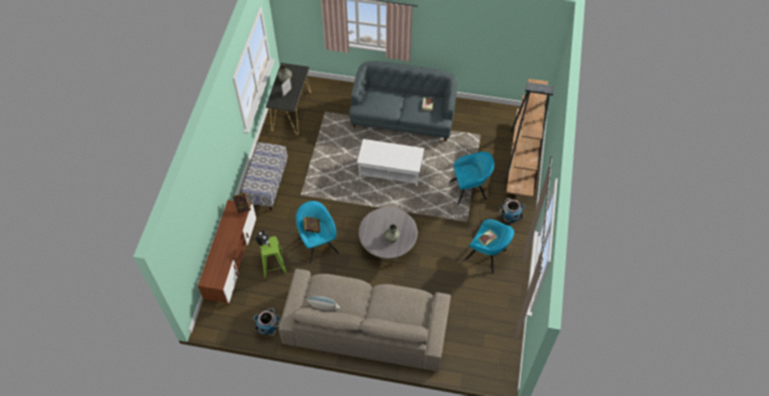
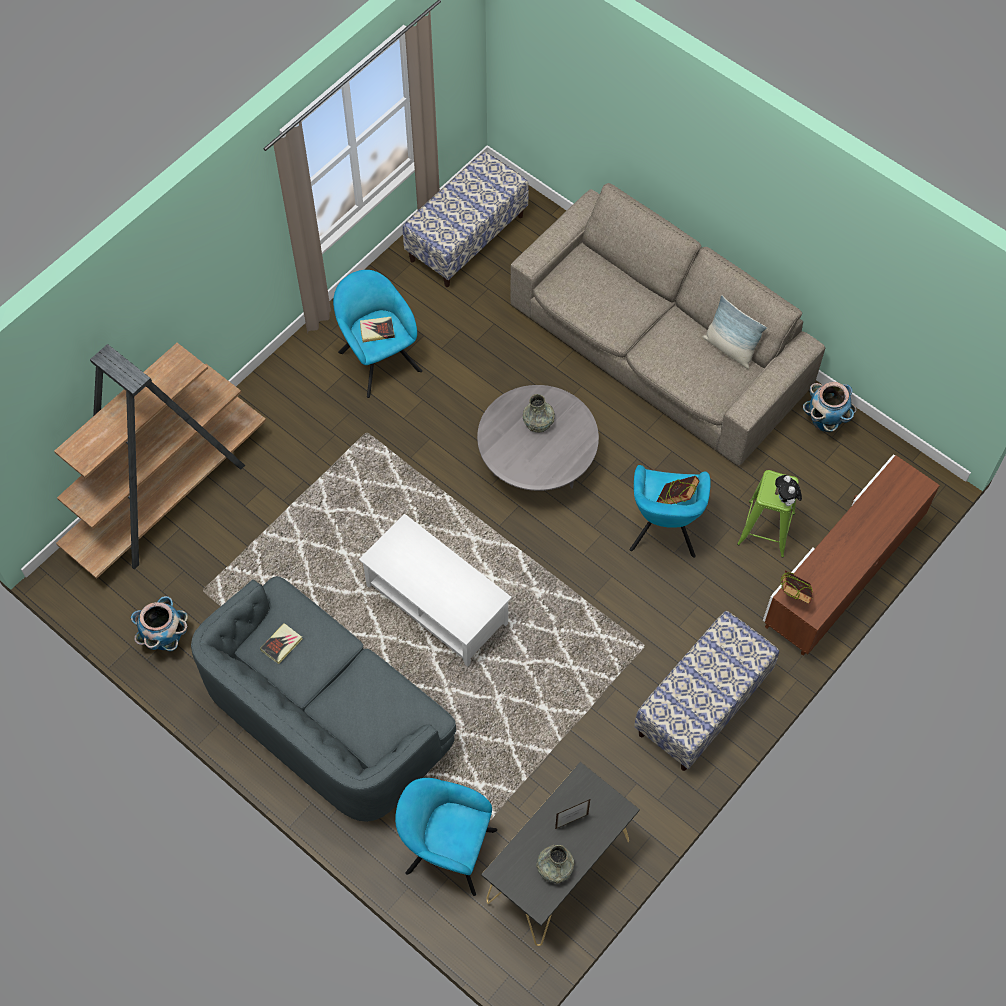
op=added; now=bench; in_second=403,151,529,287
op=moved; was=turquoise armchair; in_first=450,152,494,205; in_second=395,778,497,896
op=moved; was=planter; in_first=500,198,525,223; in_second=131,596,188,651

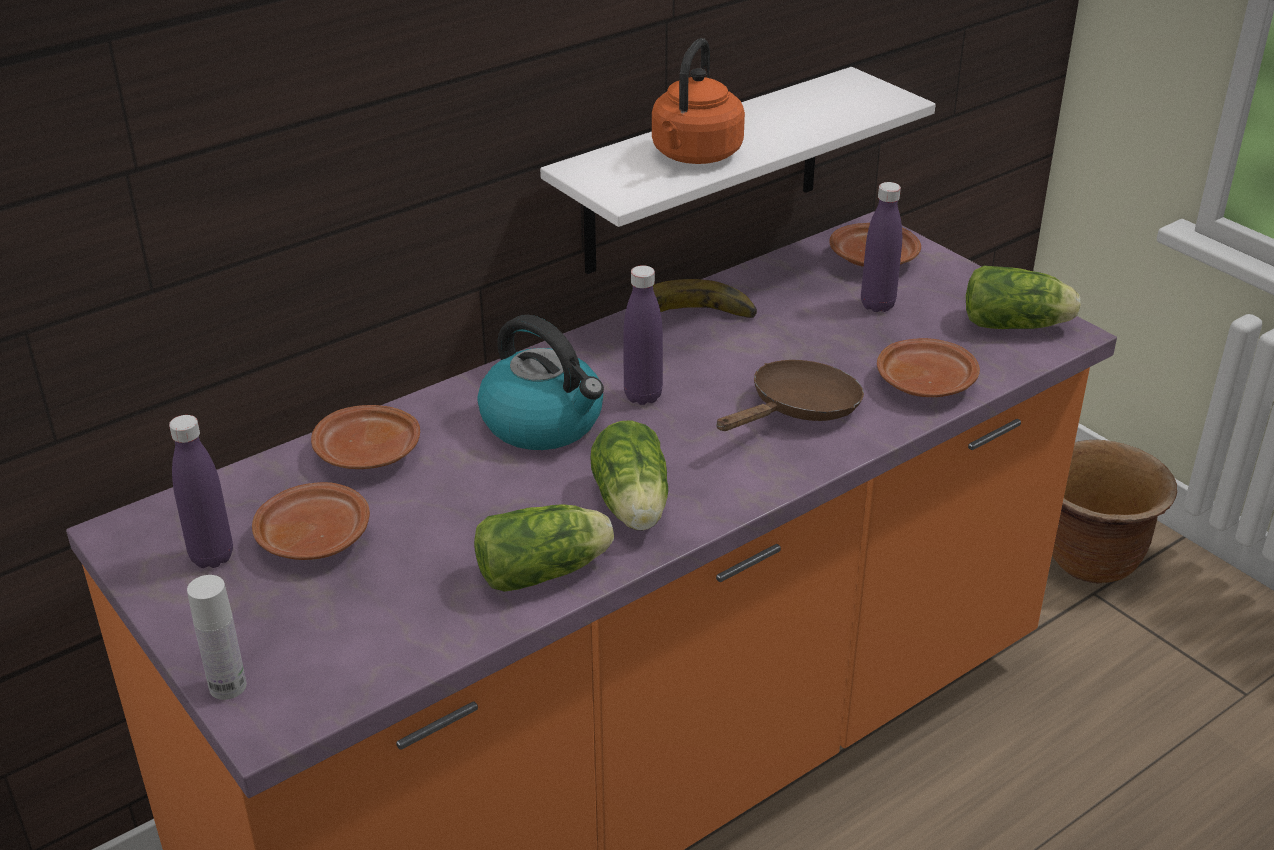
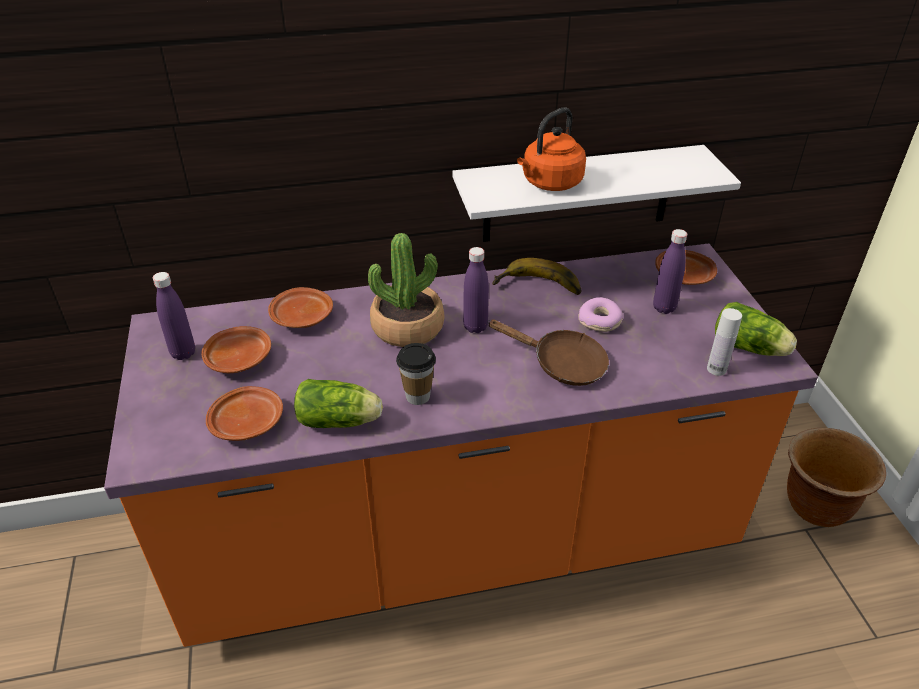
op=added; now=donut; in_second=578,297,623,332
op=moved; was=white bottle; in_first=187,575,247,700; in_second=707,308,742,376
op=moved; was=brown plate; in_first=877,338,980,397; in_second=206,386,283,441
op=replaced; was=kettle; now=potted plant; in_first=478,314,604,450; in_second=368,233,444,347
op=replaced; was=lettuce; now=cup; in_first=590,420,668,530; in_second=396,343,436,405
op=turned; was=brown frying pan; in_first=716,360,864,431; in_second=488,320,609,386; clockwise=45

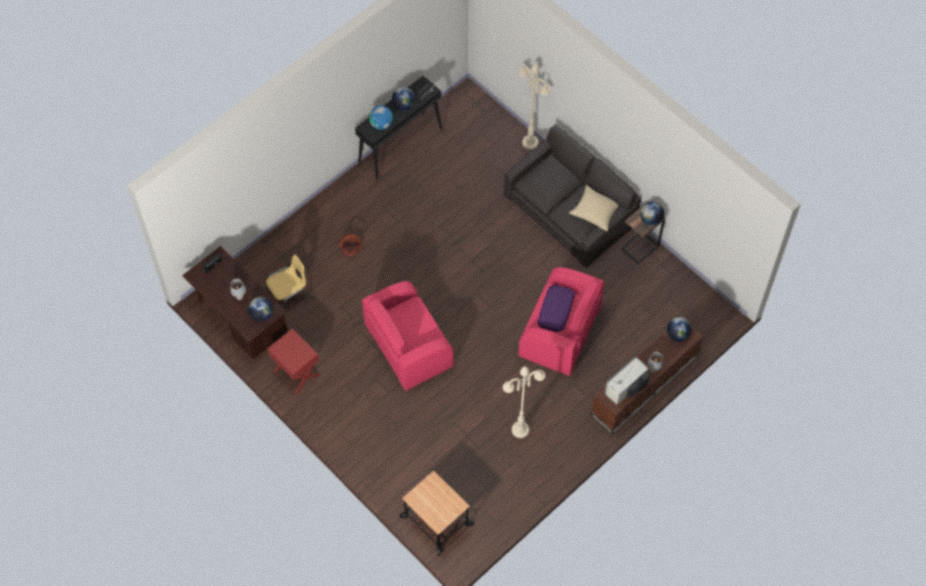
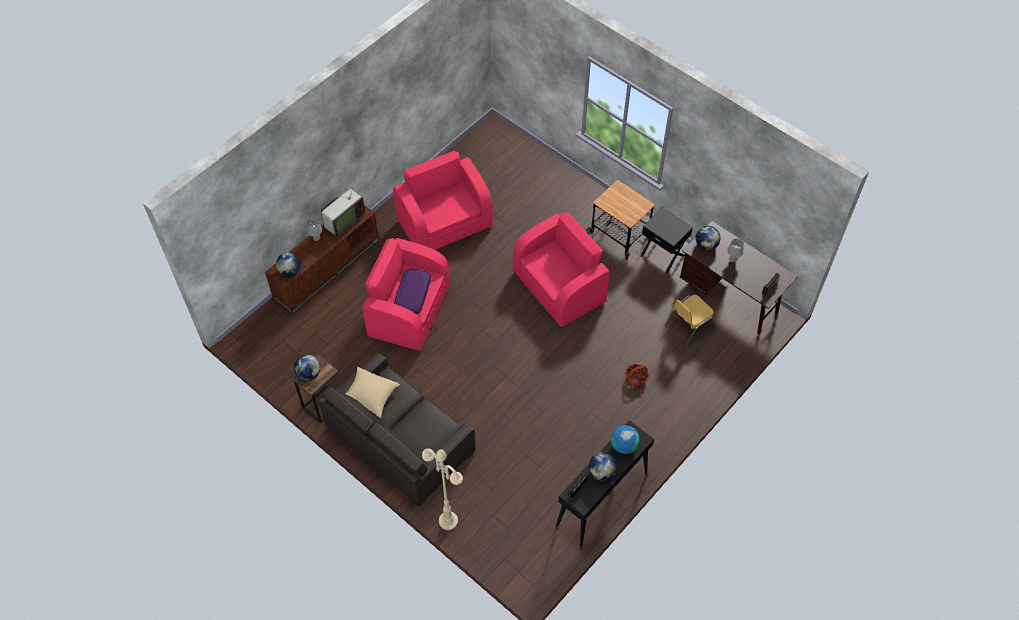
op=moved; was=cart; in_first=400,471,474,556; in_second=586,180,655,259
op=replaced; was=beige floor lamp; now=pink armchair; in_first=503,366,546,438; in_second=393,151,493,250
op=recoloured; was=red nightstand; now=black nightstand; in_first=268,329,320,394; in_second=640,207,693,274

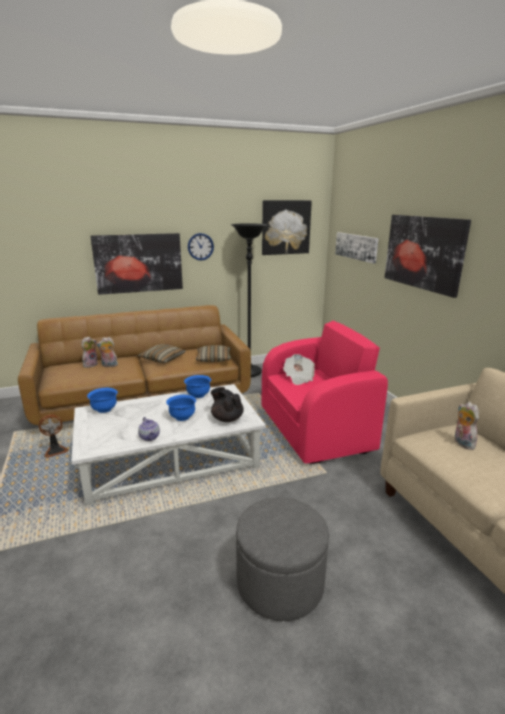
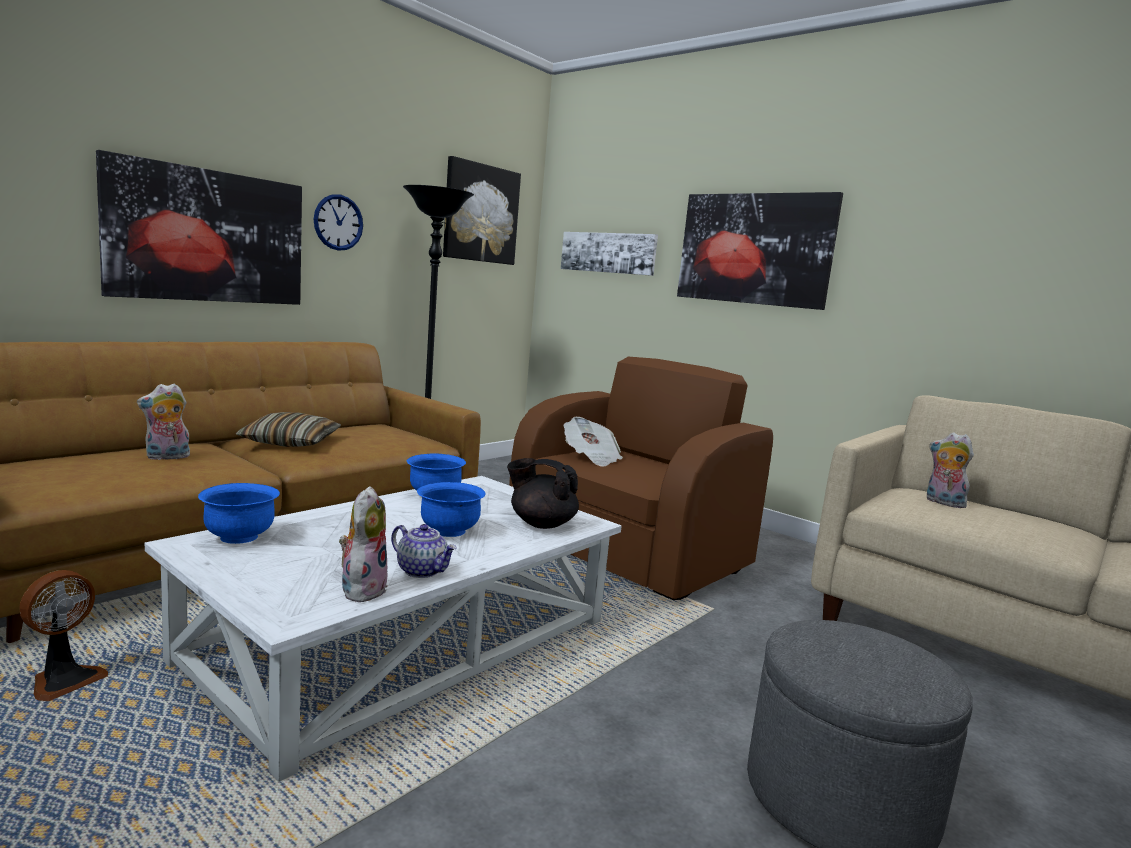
op=removed; was=pillow; in_first=196,345,231,362
op=moved; was=plush toy; in_first=81,336,98,368; in_second=339,486,388,603
op=recoloured; was=pink armchair; now=brown armchair; in_first=261,321,388,464; in_second=509,357,773,600

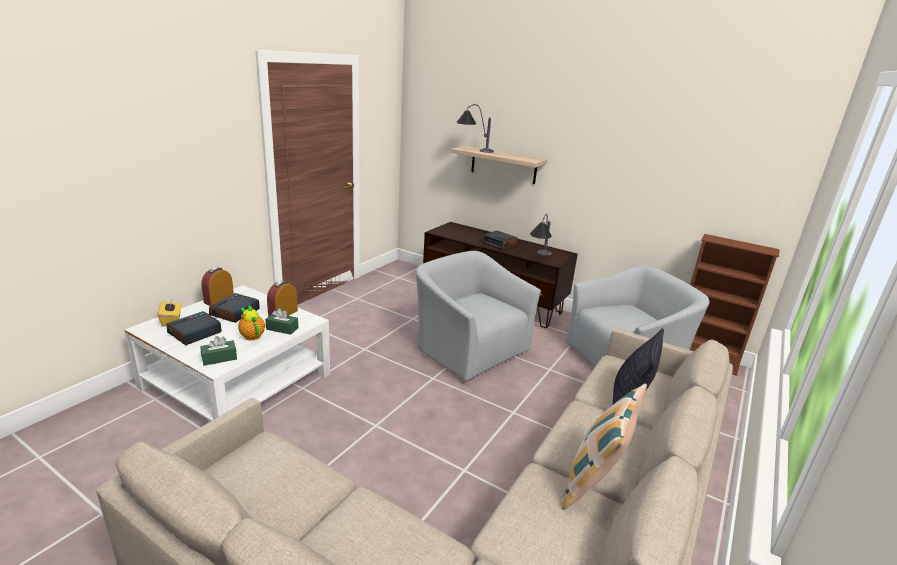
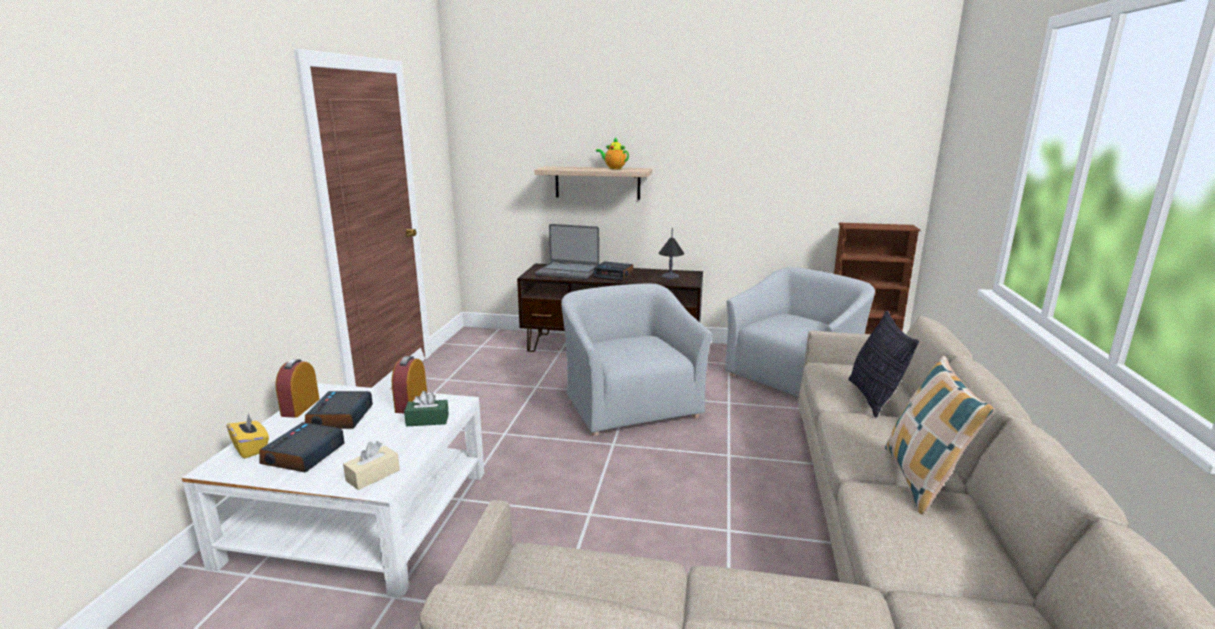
op=removed; was=table lamp; in_first=456,104,494,153
op=added; now=laptop; in_second=535,224,599,279
op=moved; was=teapot; in_first=238,305,265,341; in_second=596,138,629,169
op=recoloured; was=green tissue box; now=beige tissue box; in_first=200,336,237,366; in_second=343,441,400,490
op=turned; was=grey armchair; in_first=416,251,541,383; in_second=561,284,712,436; clockwise=45

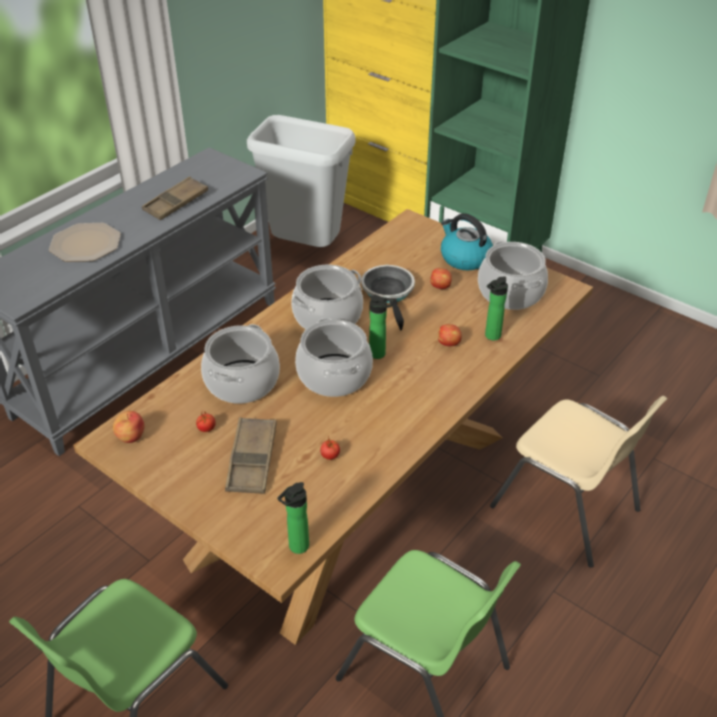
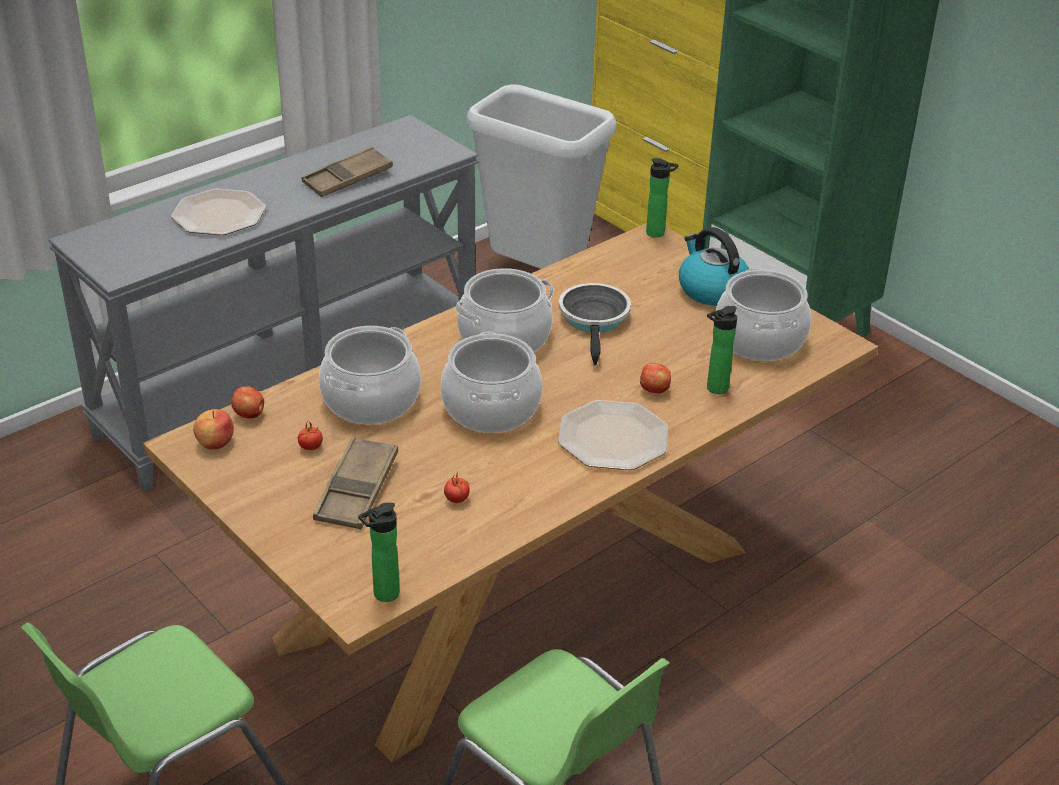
op=removed; was=beige chair; in_first=490,396,668,568
op=added; now=plate; in_second=558,400,669,470
op=moved; was=bottle; in_first=369,295,394,359; in_second=646,158,679,238
op=moved; was=apple; in_first=430,268,452,289; in_second=231,386,264,419

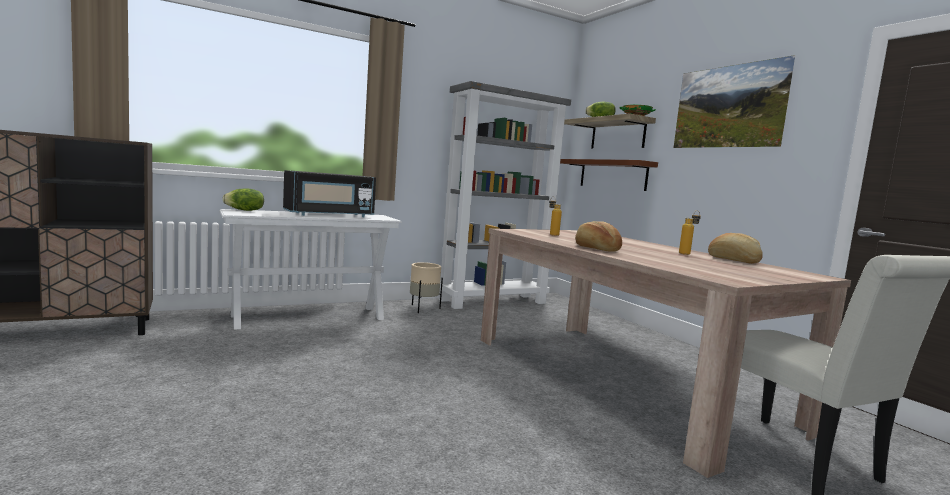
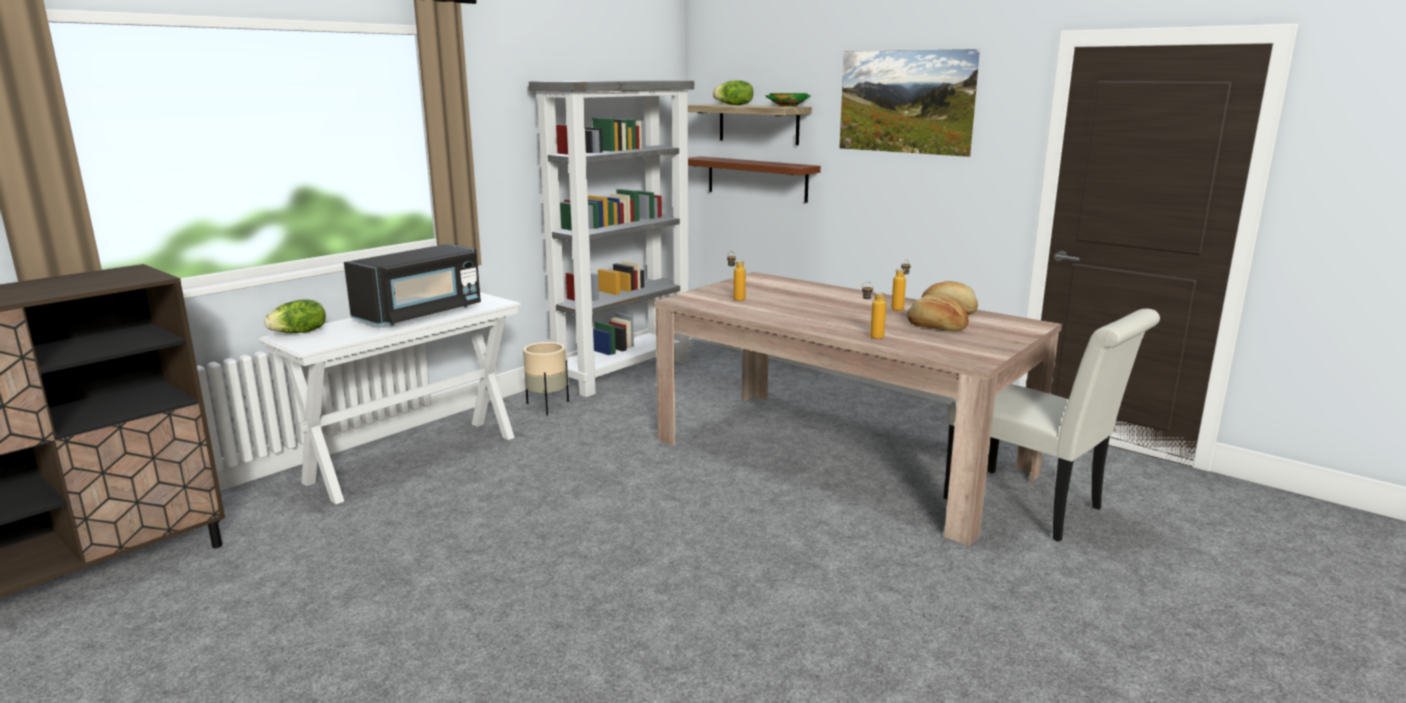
op=added; now=bottle; in_second=862,282,886,339
op=moved; was=bread; in_first=575,221,622,252; in_second=907,294,969,331

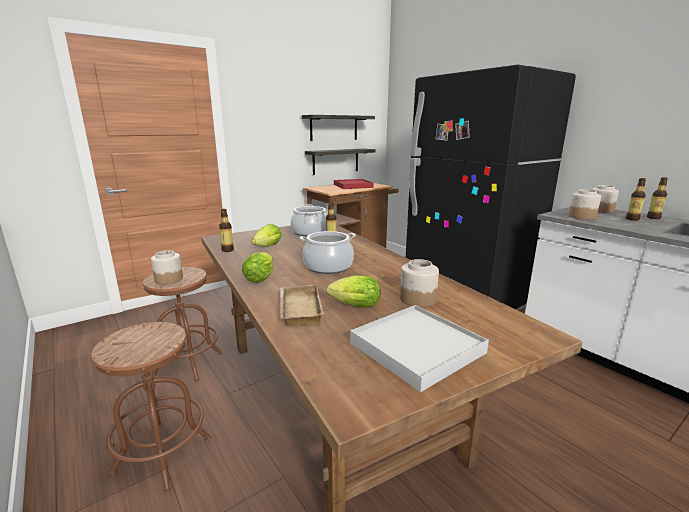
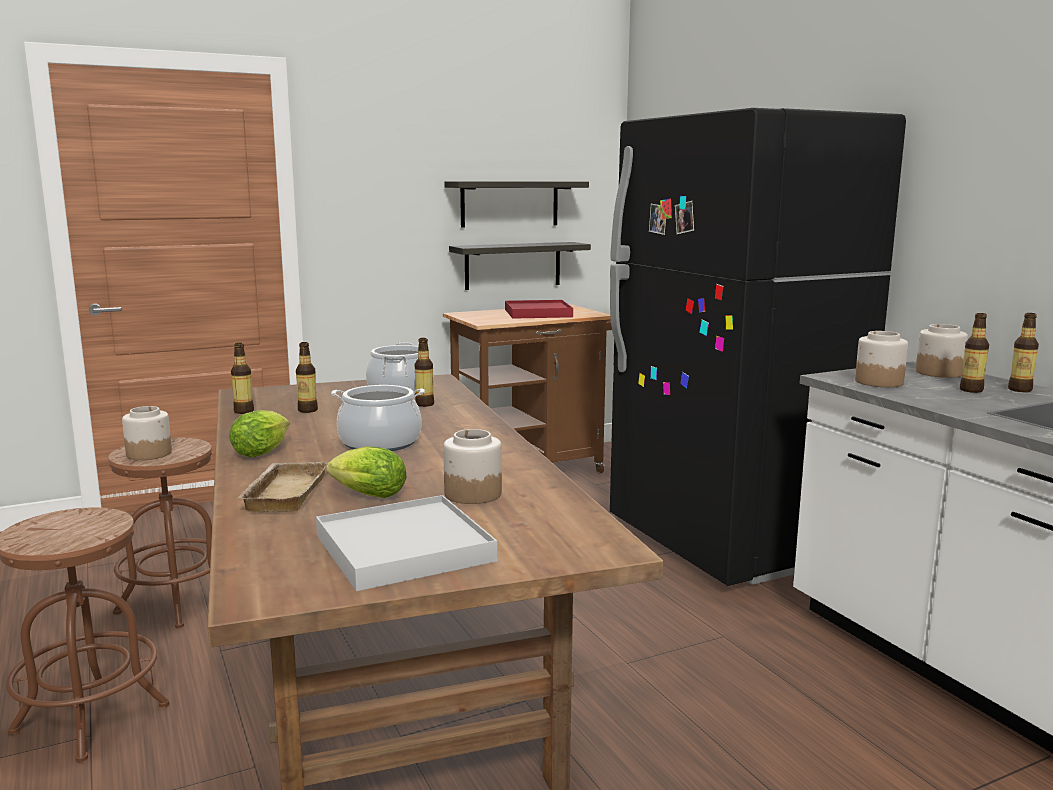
op=replaced; was=lettuce; now=bottle; in_first=252,224,282,247; in_second=296,342,318,413

